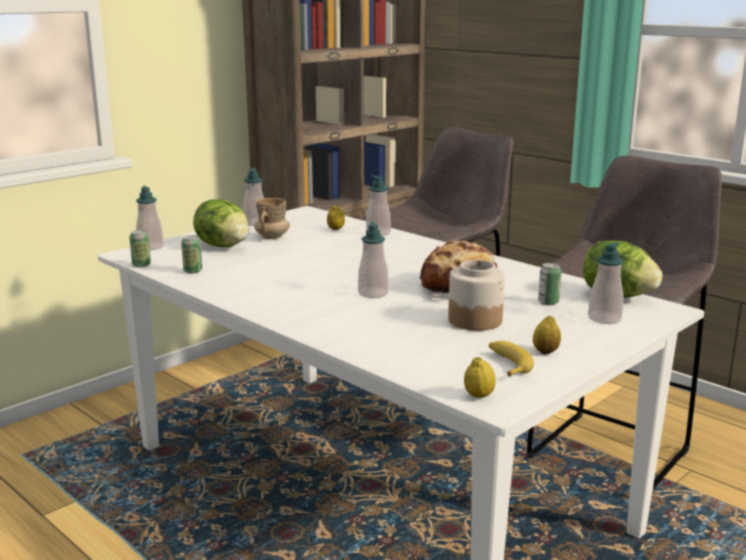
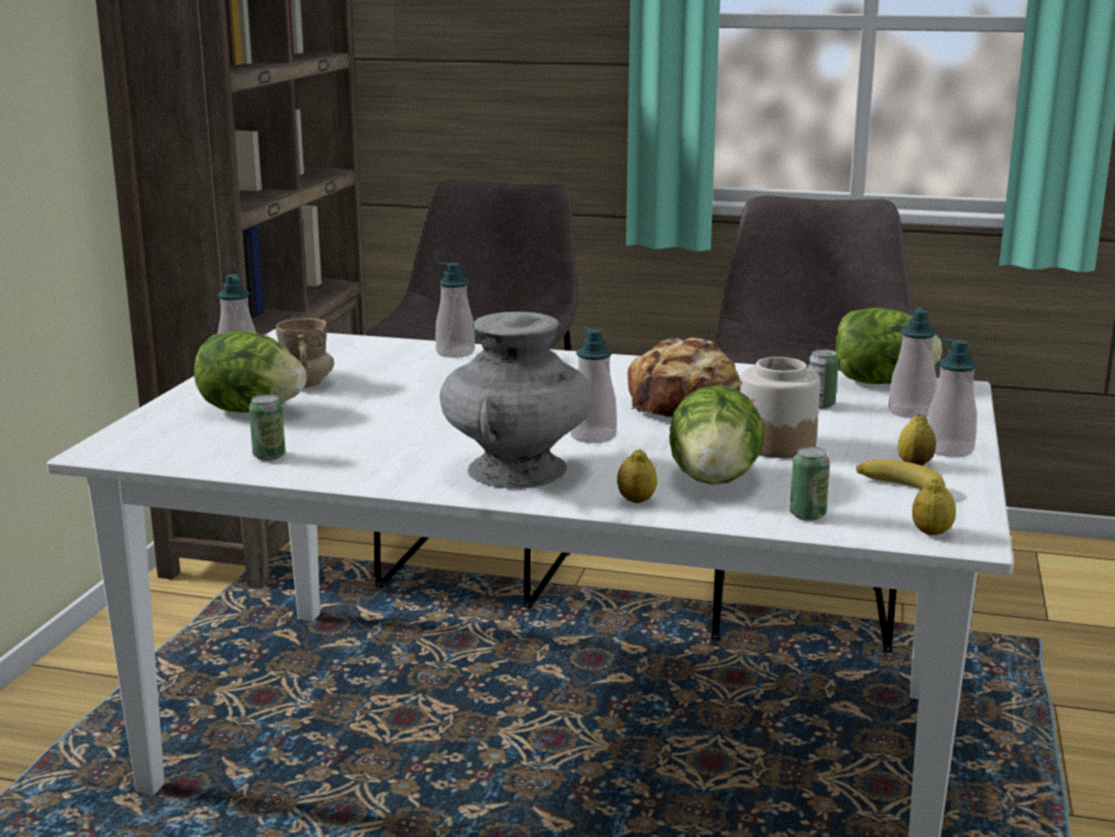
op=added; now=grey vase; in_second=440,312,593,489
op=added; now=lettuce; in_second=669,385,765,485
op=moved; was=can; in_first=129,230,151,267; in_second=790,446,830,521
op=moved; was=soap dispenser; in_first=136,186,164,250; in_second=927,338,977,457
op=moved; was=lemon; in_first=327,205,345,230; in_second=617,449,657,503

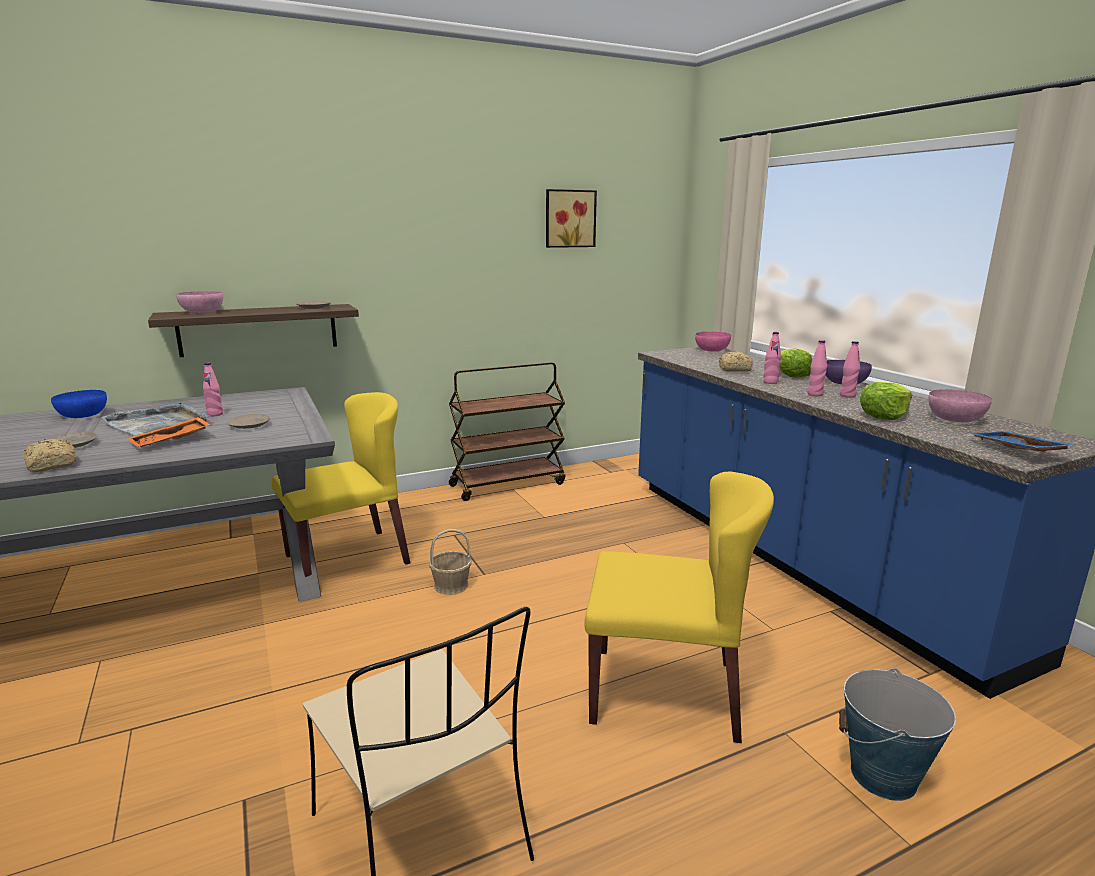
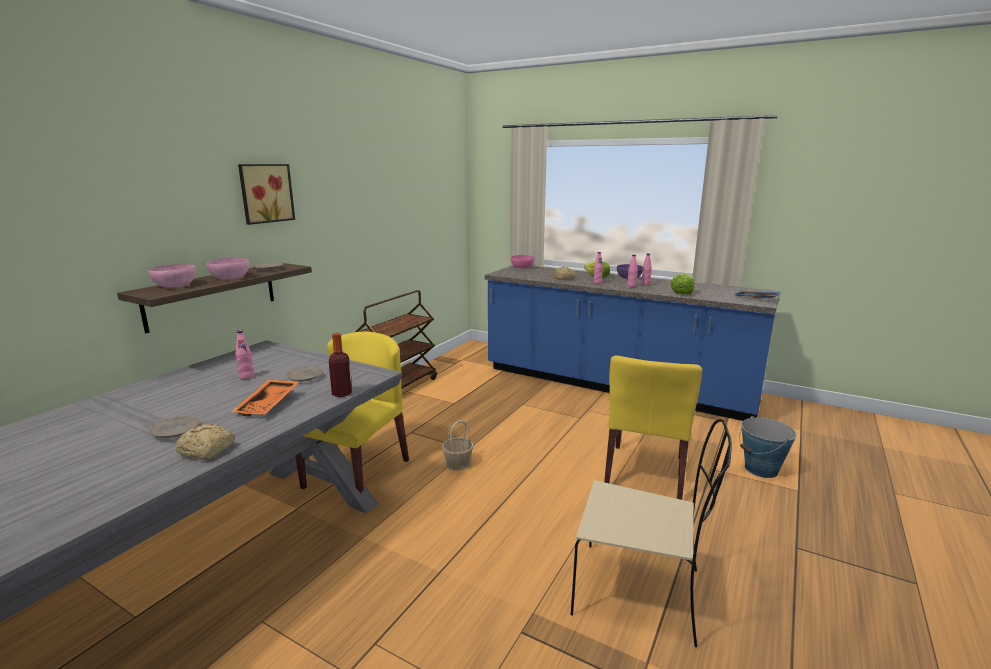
op=removed; was=blue bowl; in_first=51,390,107,418
op=removed; was=grey tray; in_first=101,402,210,436
op=added; now=bottle; in_second=329,333,352,397
op=moved; was=picture; in_first=546,189,597,248; in_second=238,164,295,225
op=moved; was=pink bowl; in_first=928,389,992,422; in_second=206,258,249,279
op=turned; was=yellow chair; in_first=584,471,774,743; in_second=604,355,702,500; clockwise=135

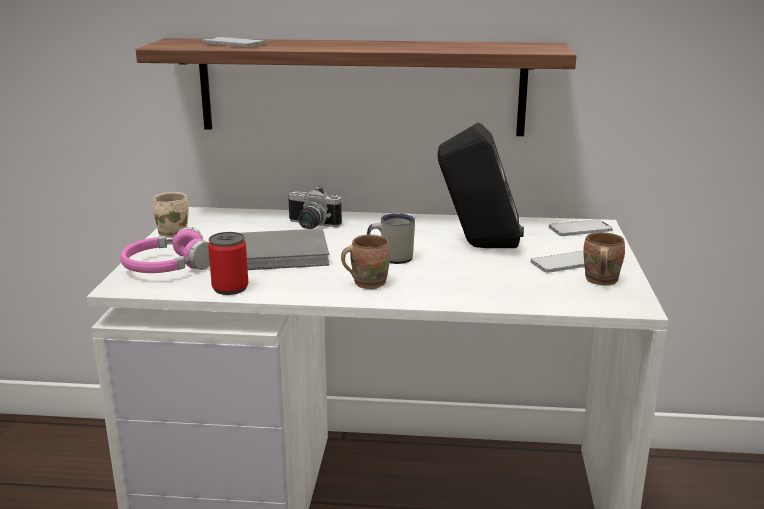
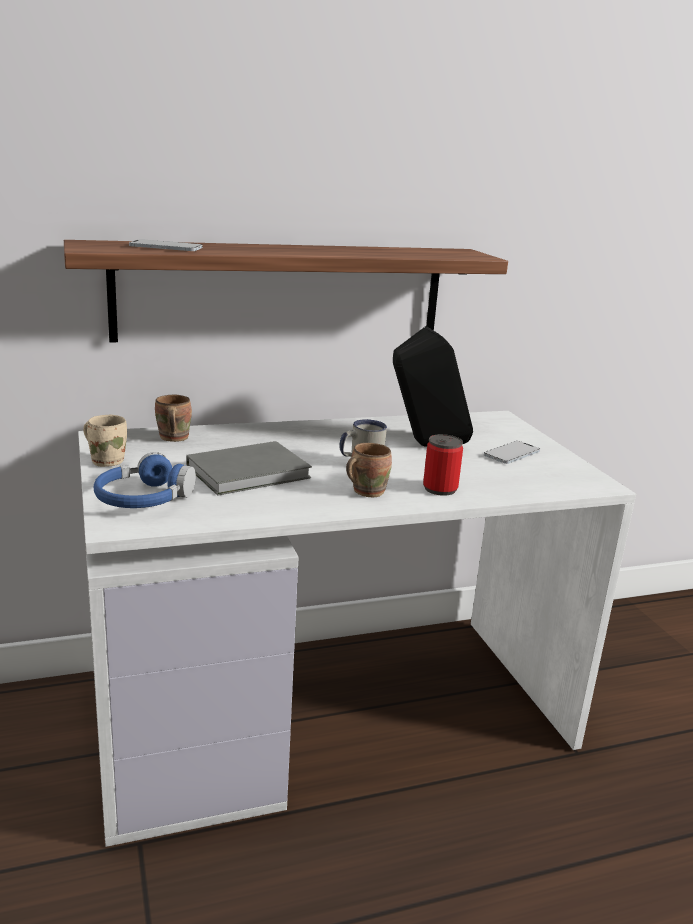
op=removed; was=photo camera; in_first=288,186,342,229
op=removed; was=phone; in_first=549,219,613,236
op=moved; was=can; in_first=208,232,248,295; in_second=423,434,463,496
op=moved; was=brown mug; in_first=583,232,625,286; in_second=155,395,192,442
op=recoloured; was=pink headphones; now=blue headphones; in_first=120,227,210,273; in_second=94,452,196,508

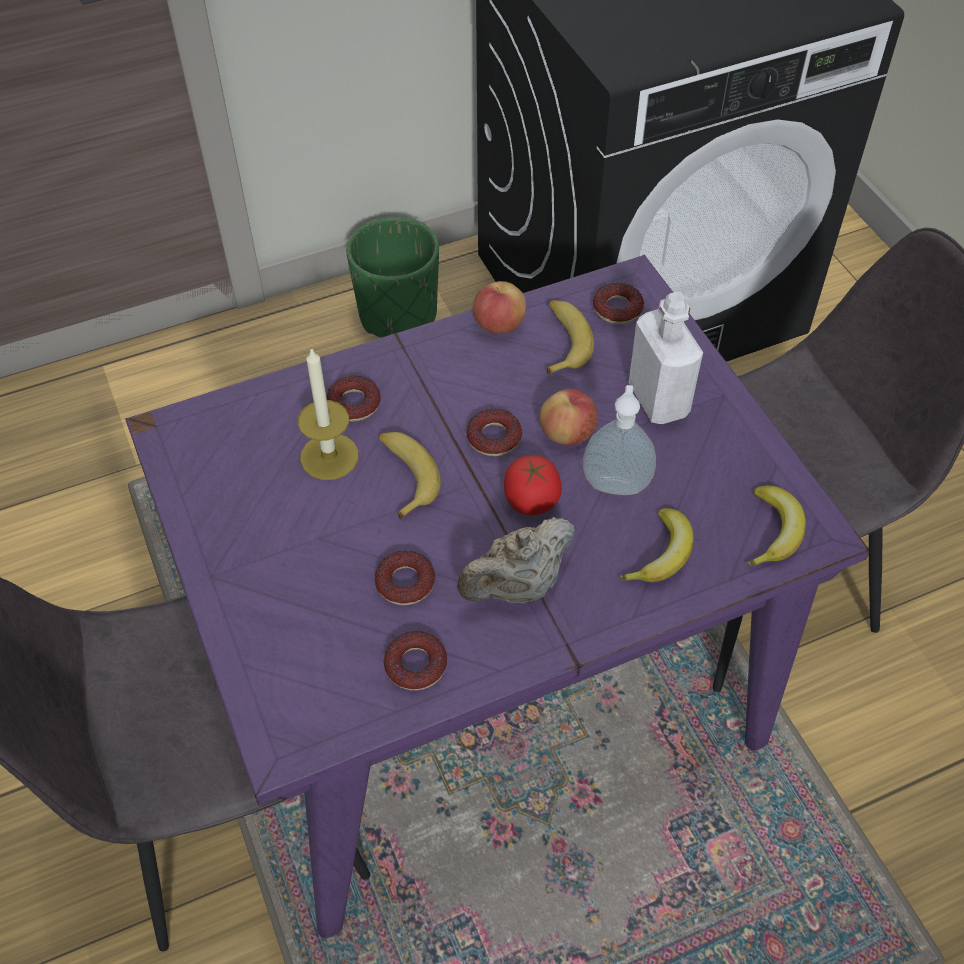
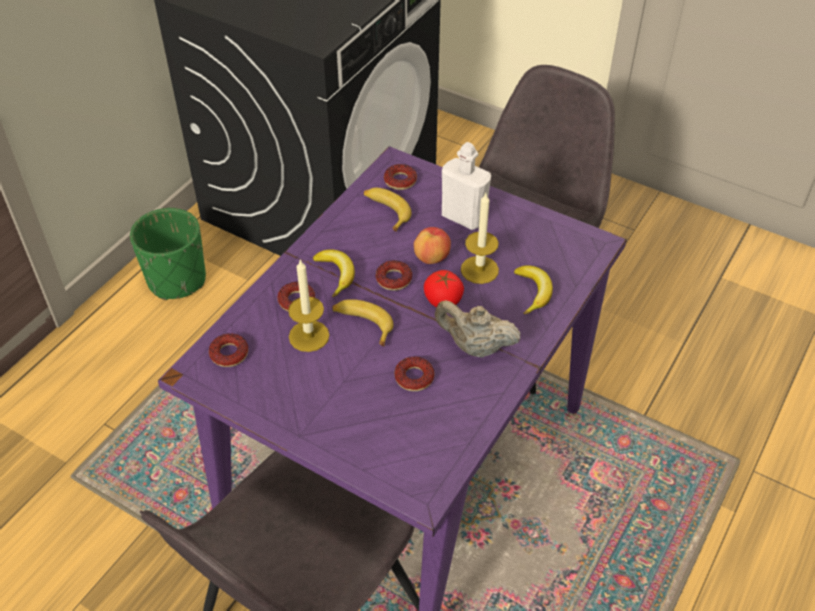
op=removed; was=apple; in_first=472,281,526,334
op=moved; was=donut; in_first=384,631,447,690; in_second=209,333,248,367
op=moved; was=banana; in_first=747,485,806,566; in_second=313,250,355,297
op=replaced; was=soap dispenser; now=candle; in_first=583,385,656,495; in_second=461,193,499,284
op=turned; was=beige teapot; in_first=457,517,575,603; in_second=435,300,521,358; clockwise=90

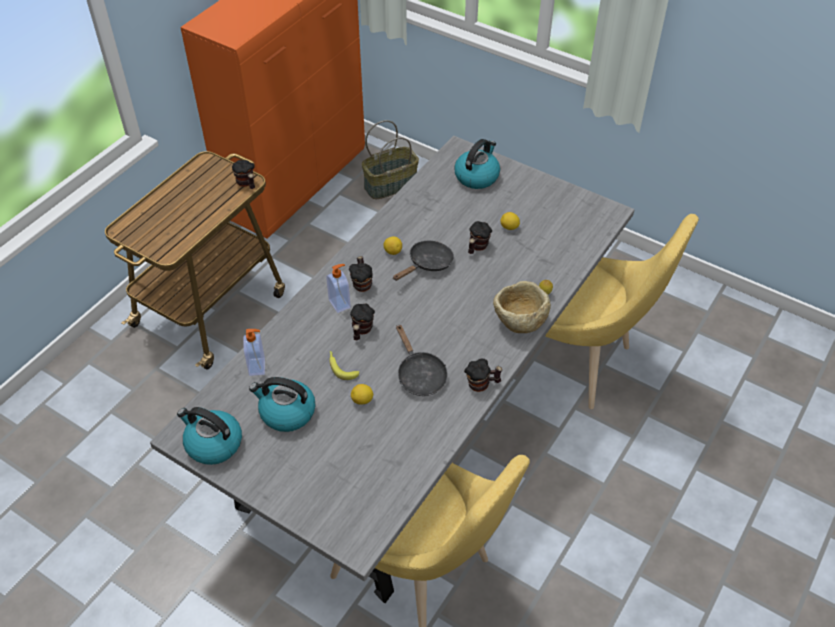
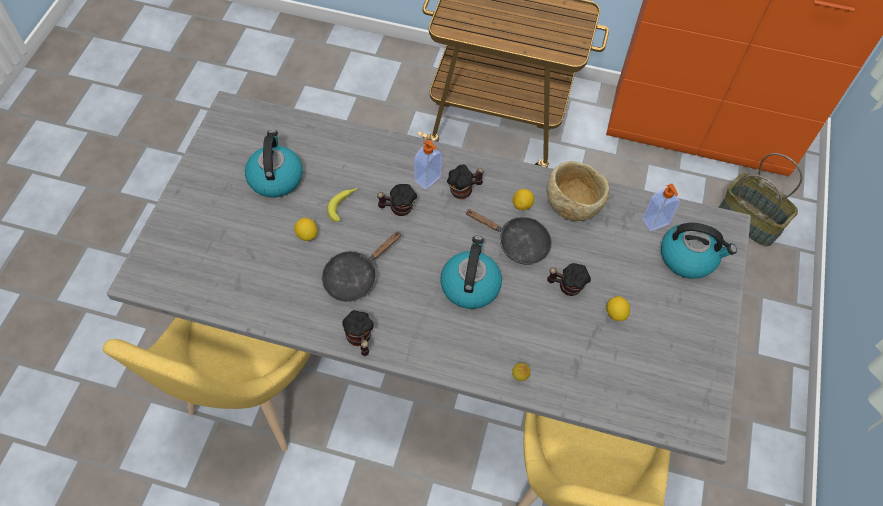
op=removed; was=mug; in_first=232,160,255,189
op=moved; was=kettle; in_first=177,407,242,465; in_second=440,236,502,309
op=moved; was=soap dispenser; in_first=243,329,265,376; in_second=642,184,680,231
op=moved; was=beige bowl; in_first=493,281,551,333; in_second=546,161,610,221

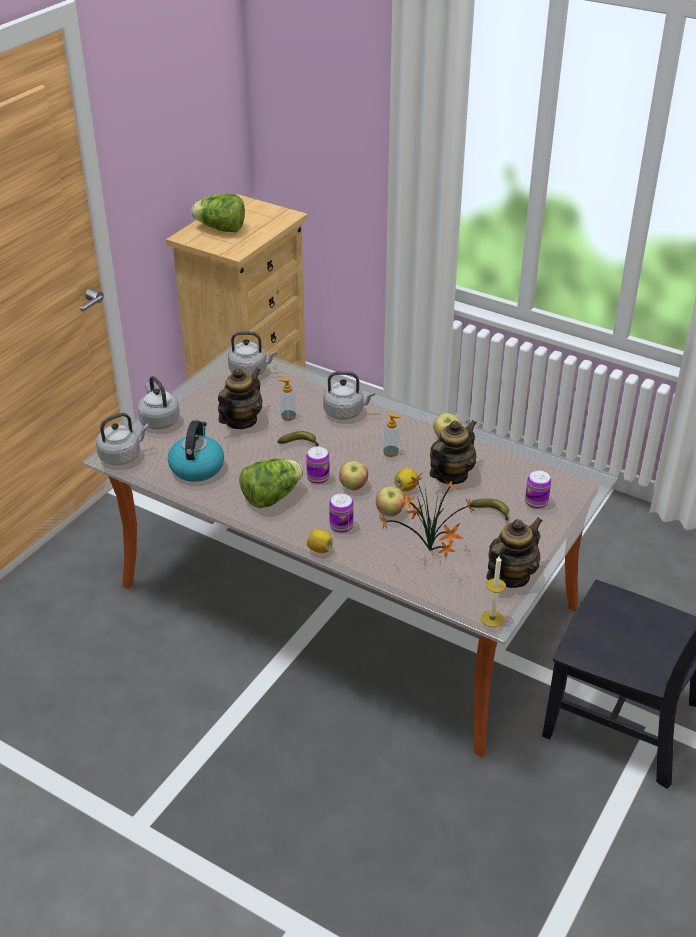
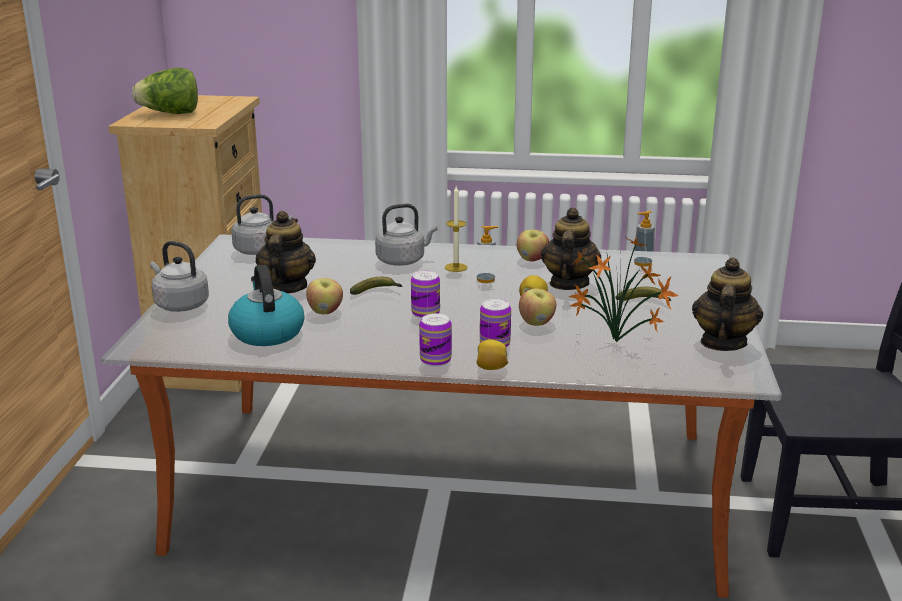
op=removed; was=grey kettle; in_first=96,413,149,465
op=removed; was=lettuce; in_first=239,458,303,508
op=moved; was=soap dispenser; in_first=278,379,297,421; in_second=633,211,655,267
op=moved; was=apple; in_first=339,461,368,490; in_second=306,278,343,314
op=moved; was=candle; in_first=481,555,506,627; in_second=445,186,467,272
op=moved; was=can; in_first=525,470,551,509; in_second=419,313,452,366

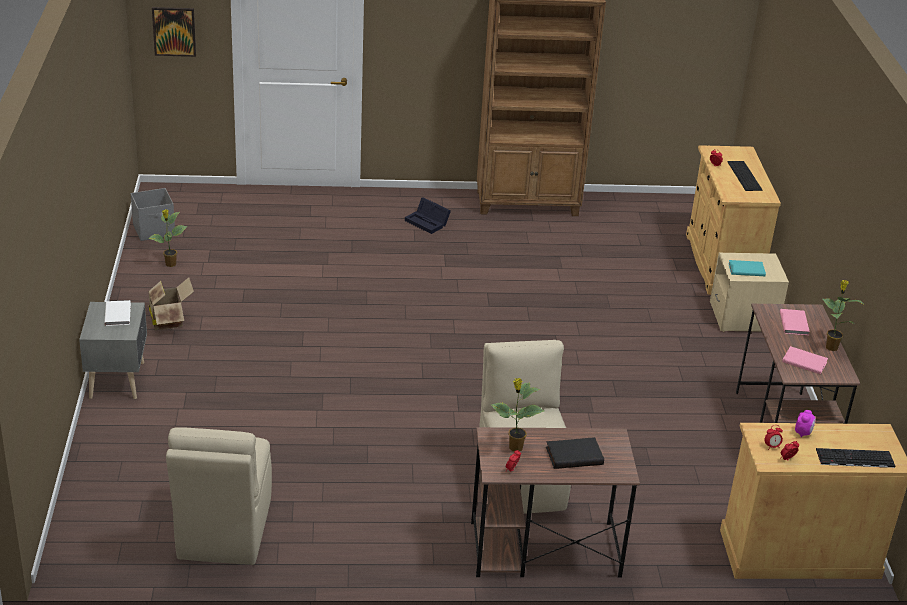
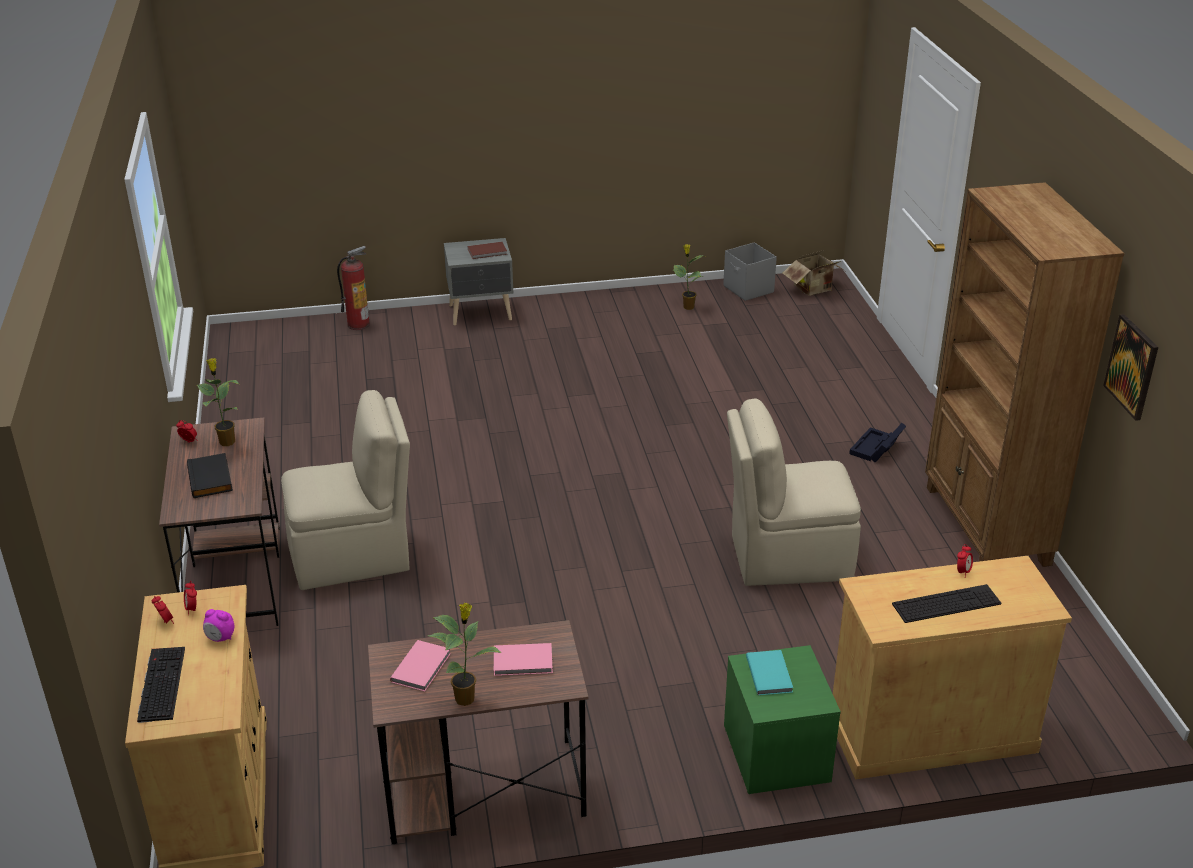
op=added; now=fire extinguisher; in_second=337,246,370,330
op=moved; was=cardboard box; in_first=148,277,194,330; in_second=783,250,845,296
op=moved; was=picture; in_first=152,7,196,57; in_second=1103,314,1158,421
op=moved; was=beige chair; in_first=166,427,272,565; in_second=727,398,861,586
op=recoloured; was=white book; now=brown book; in_first=104,300,131,326; in_second=468,242,507,259
op=recoloured; was=beige nightstand; now=green nightstand; in_first=710,253,789,332; in_second=724,645,841,794

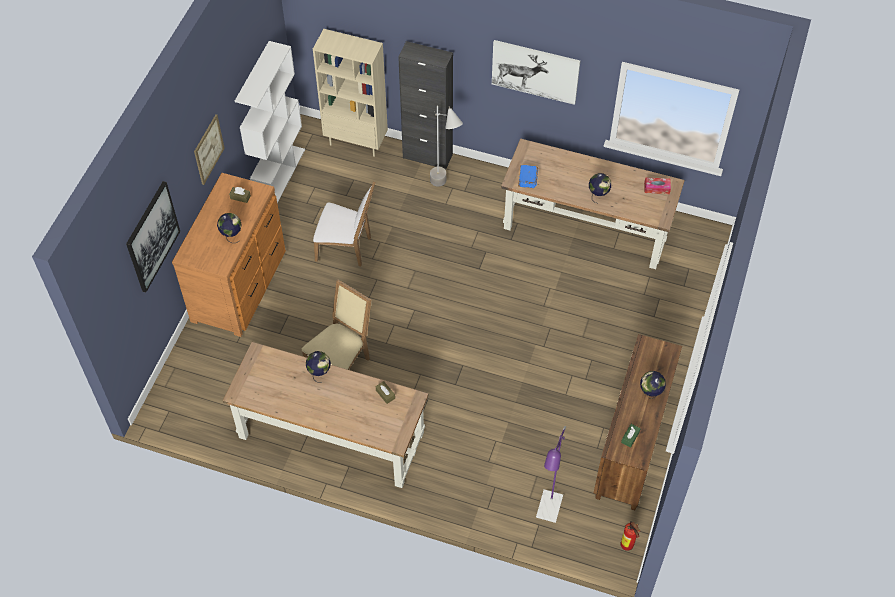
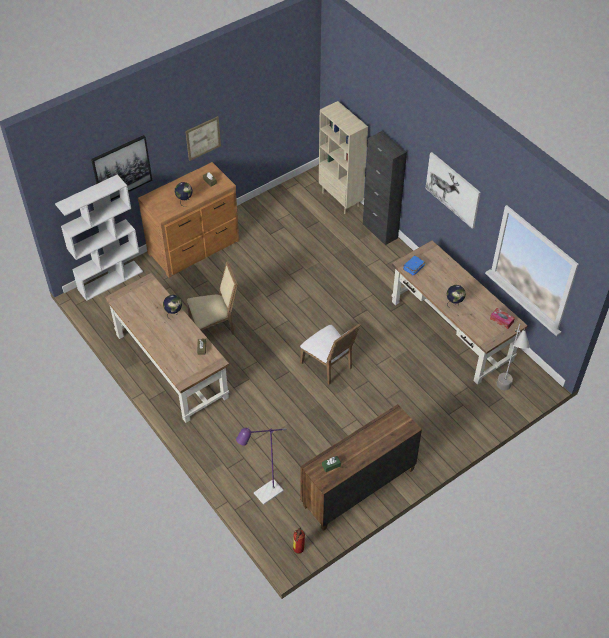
op=removed; was=globe; in_first=640,371,666,399
op=moved; was=white bookcase; in_first=235,41,305,203; in_second=55,175,143,301
op=moved; was=white chair; in_first=313,181,376,266; in_second=300,323,361,385
op=moved; was=grey floor lamp; in_first=430,106,463,187; in_second=497,324,530,390

